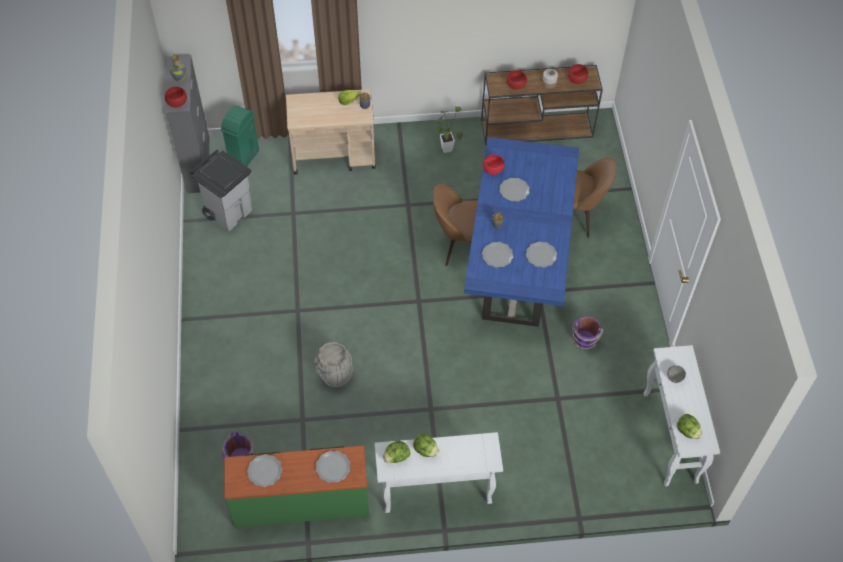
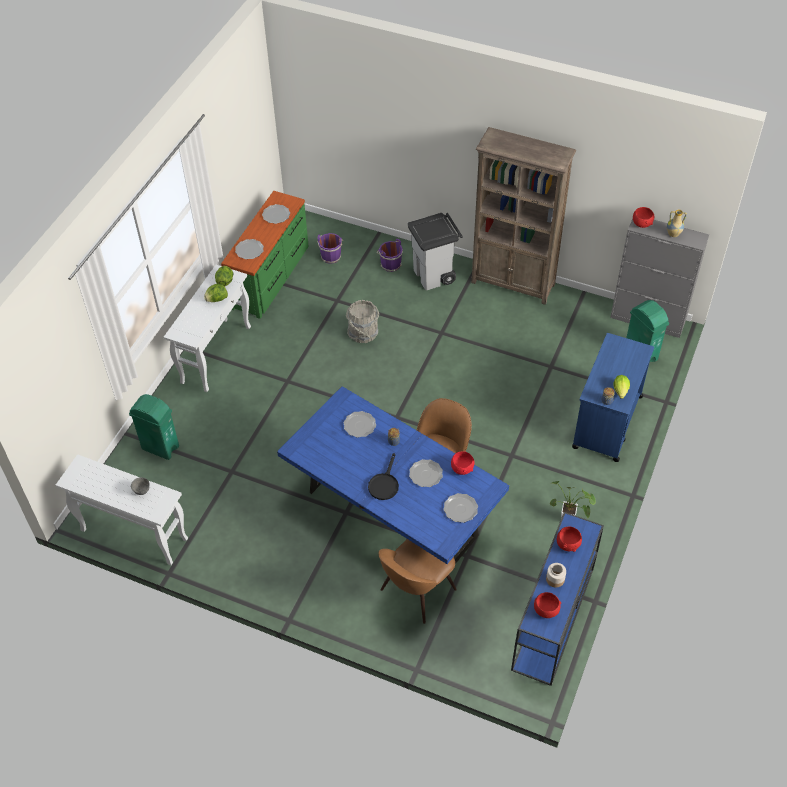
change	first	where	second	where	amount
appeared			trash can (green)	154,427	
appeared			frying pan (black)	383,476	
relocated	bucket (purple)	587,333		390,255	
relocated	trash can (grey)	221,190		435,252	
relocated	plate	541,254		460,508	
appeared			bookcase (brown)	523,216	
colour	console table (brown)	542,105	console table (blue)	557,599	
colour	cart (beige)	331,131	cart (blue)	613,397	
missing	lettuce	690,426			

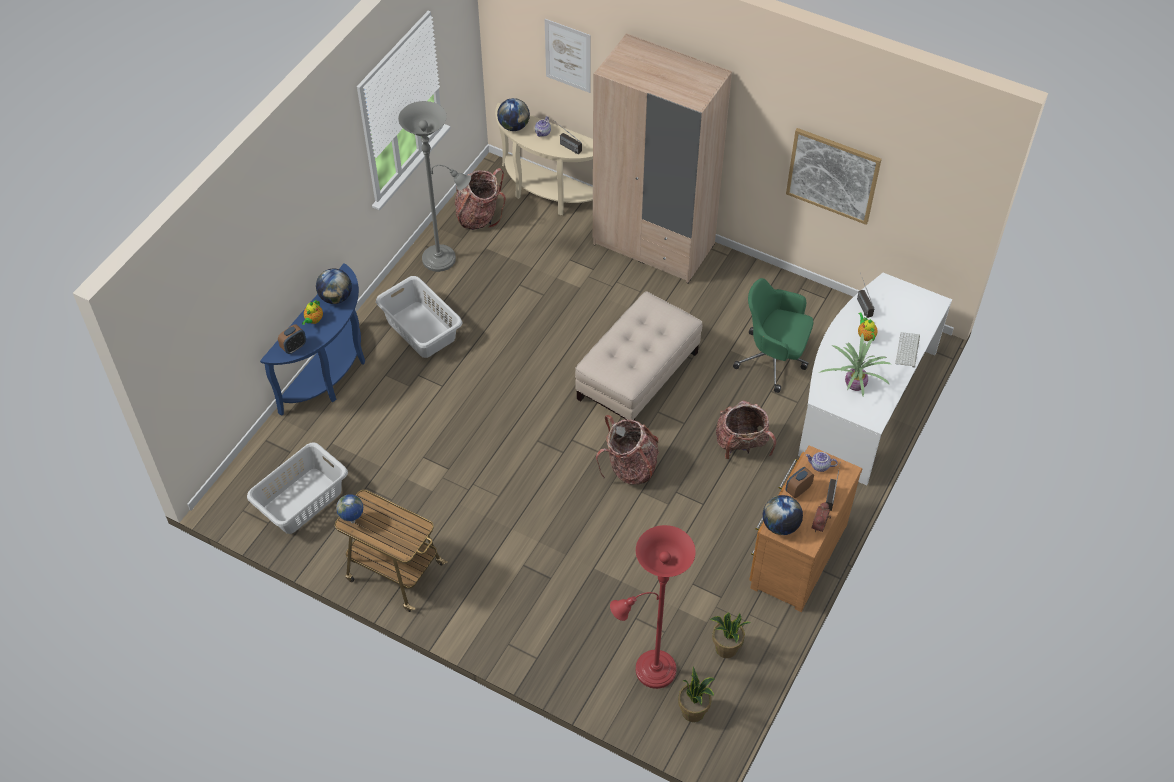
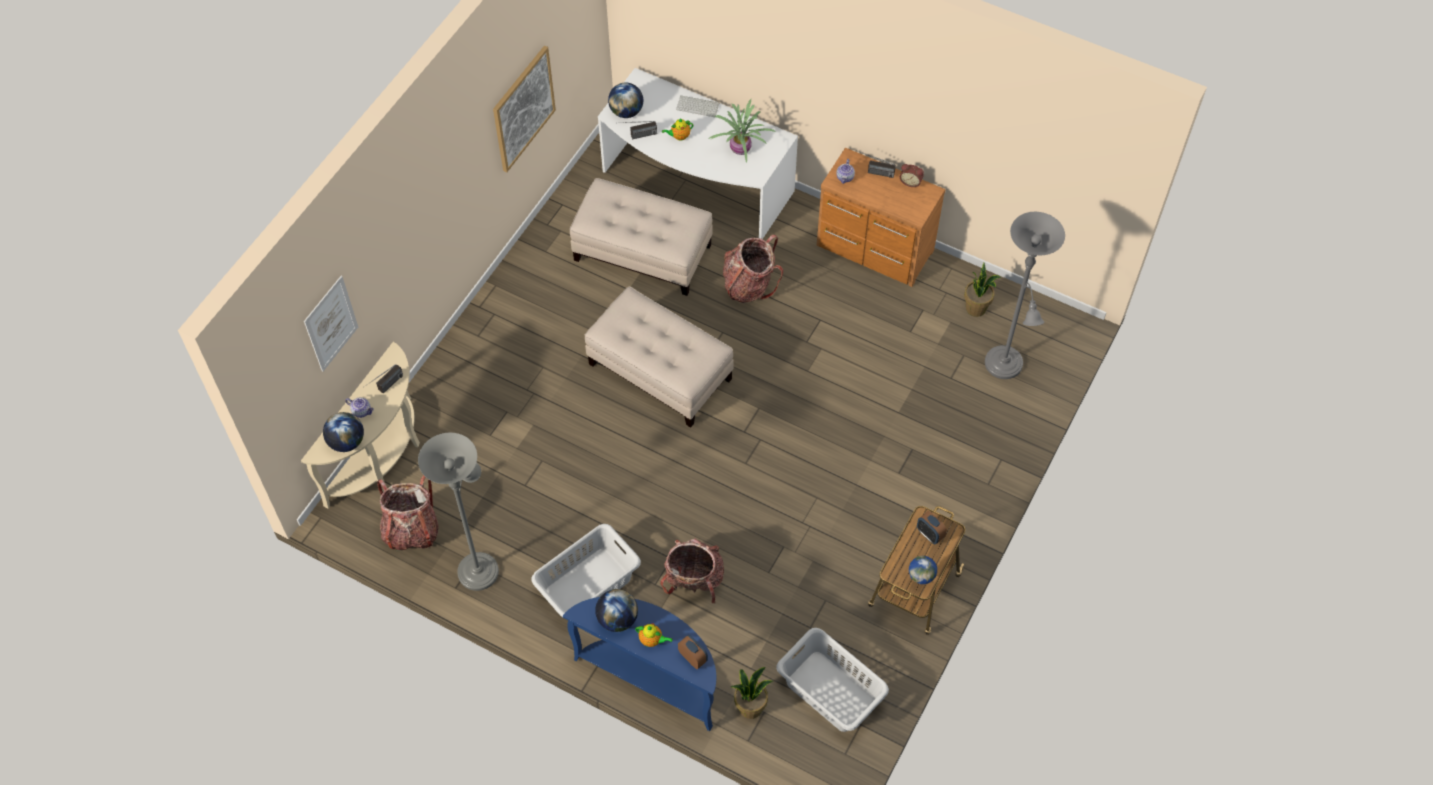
change	first	where	second	where	amount
exchanged	office chair (green)	773,335	ottoman (beige)	641,237	
relocated	globe	783,515		625,100	
relocated	backpack	627,450		692,571	
relocated	potted plant	696,694		752,693	
relocated	alarm clock	800,482		932,527	
colour	floor lamp (red)	653,607	floor lamp (grey)	1025,295	
missing	wardrobe (beige)	662,158			

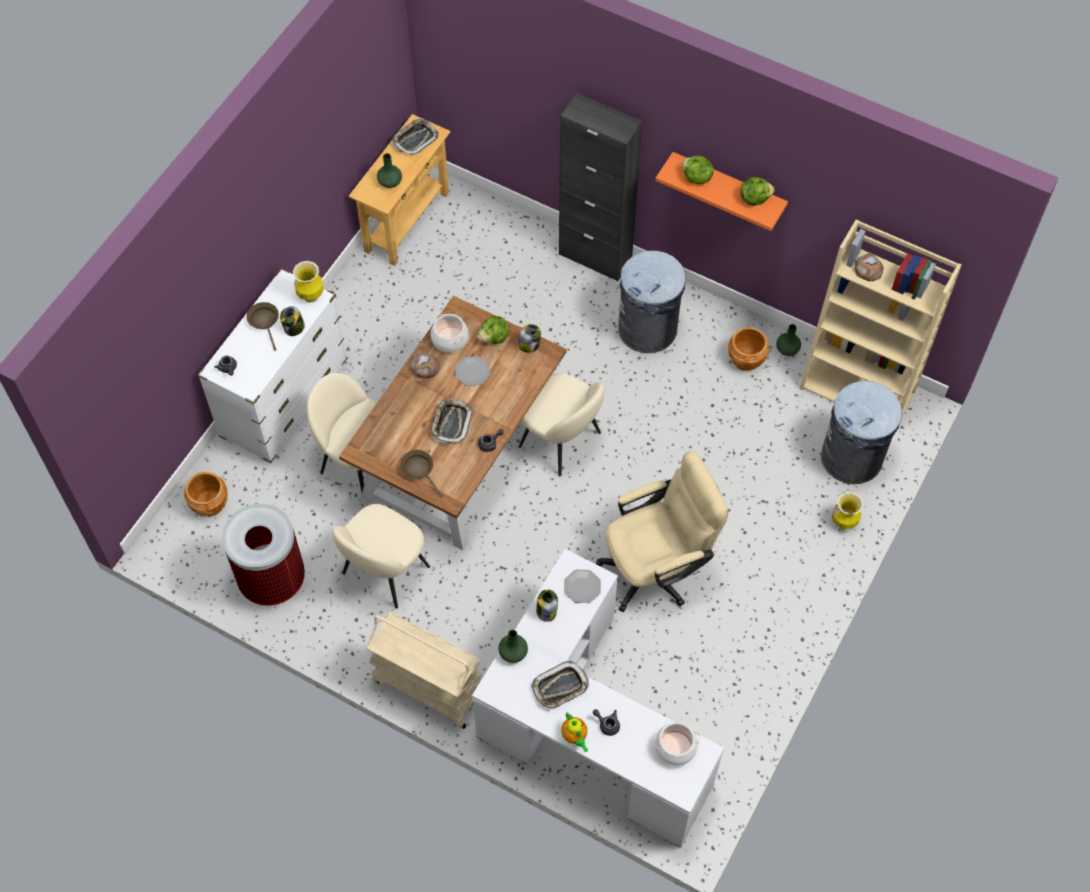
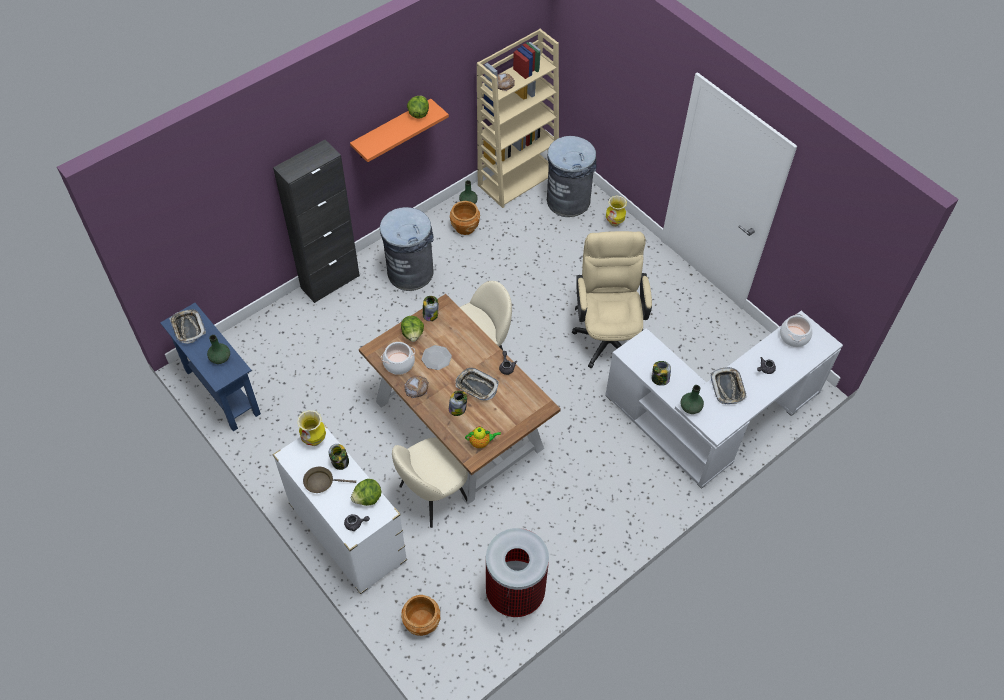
change	first	where	second	where	amount
colour	console table (beige)	399,190	console table (blue)	210,367	
relocated	lettuce	698,170		366,492	
appeared			jar	458,403	
relocated	teapot	574,732		483,437	
missing	chair (beige)	381,556			
missing	cart (beige)	424,670			
missing	frying pan (brown)	421,473			
missing	plate	582,586			

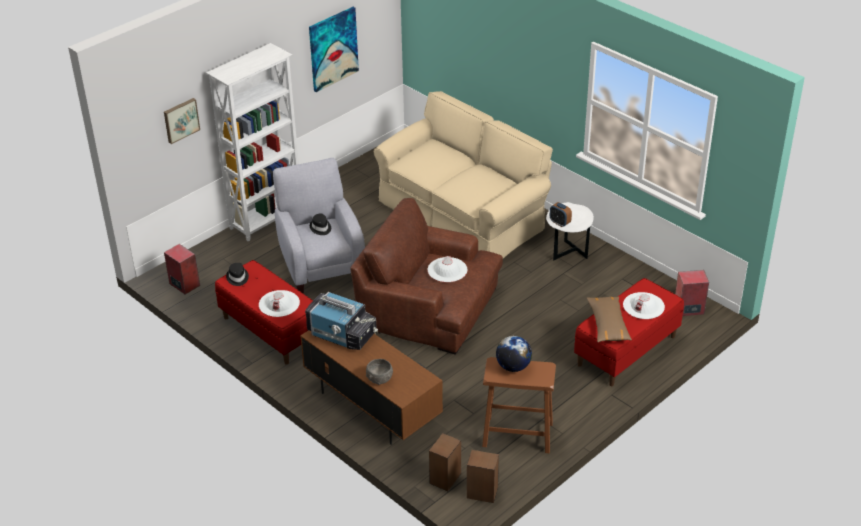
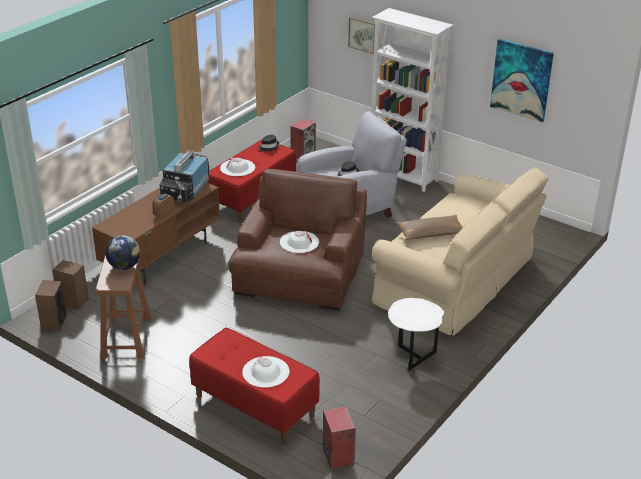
change	first	where	second	where	amount
relocated	alarm clock	561,214		163,205	
relocated	pillow (brown)	609,319		429,227	
missing	bowl (grey)	379,372			

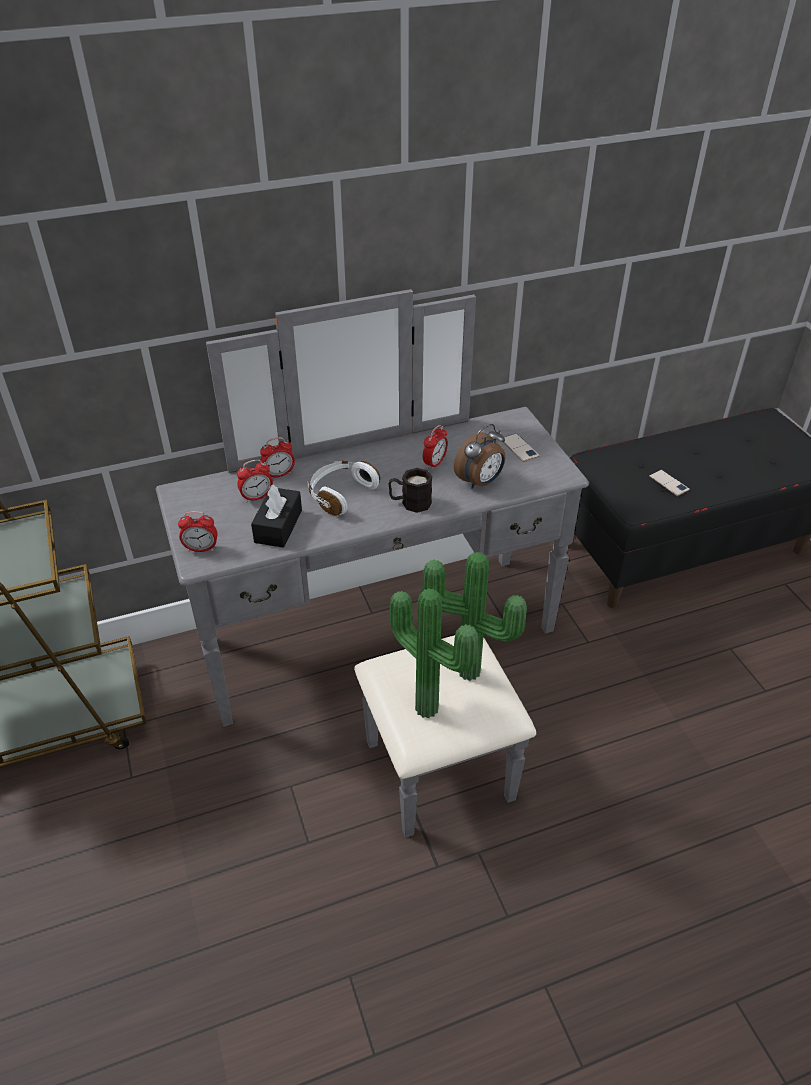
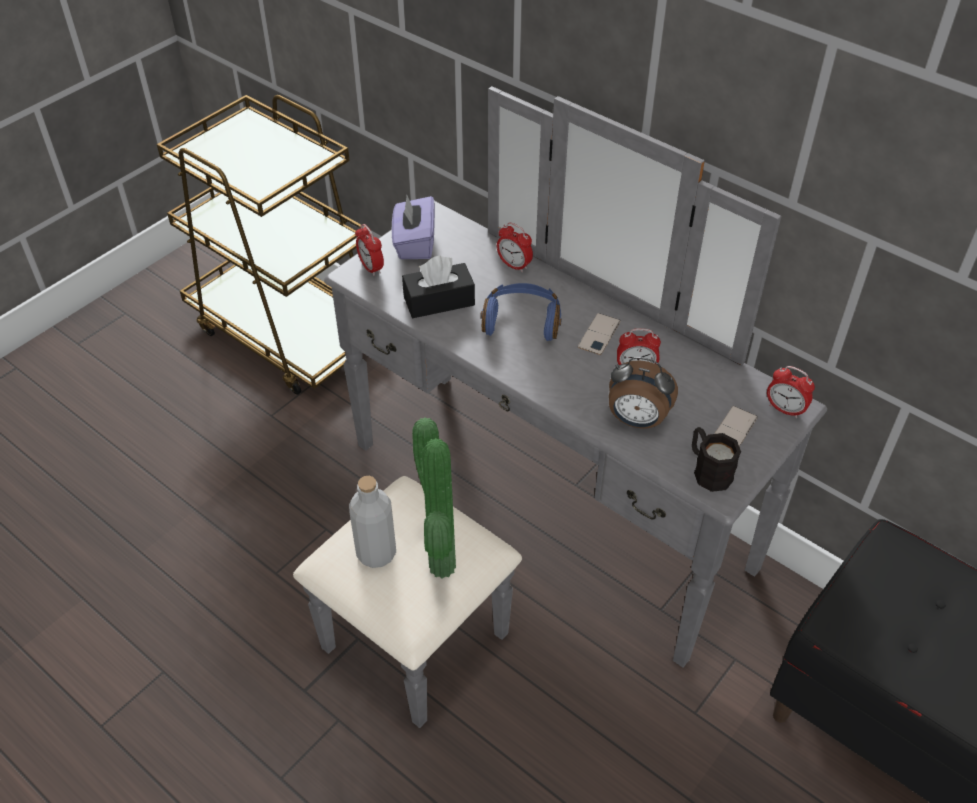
change	first	where	second	where	amount
exchanged	potted plant	434,653	bottle (grey)	372,522	
appeared			tissue box (purple)	413,227	
colour	headphones (white)	343,488	headphones (blue)	521,312	
relocated	phone	669,483		599,334	
relocated	mug (black)	410,490		716,459	
relocated	alarm clock	255,480		791,392	

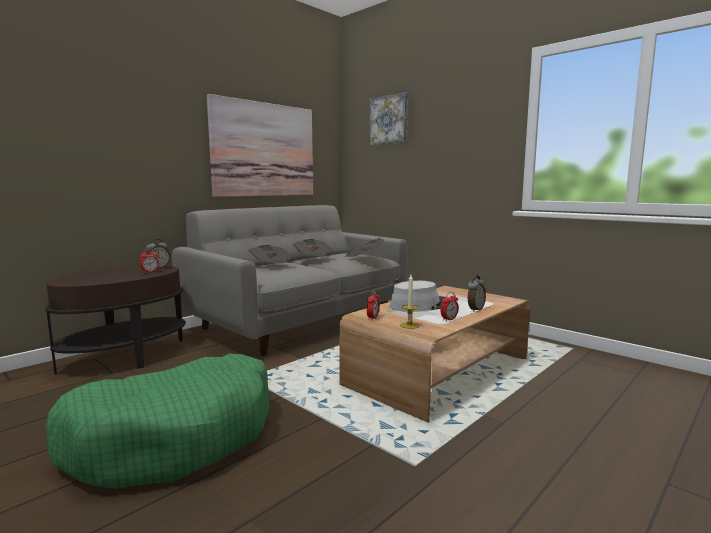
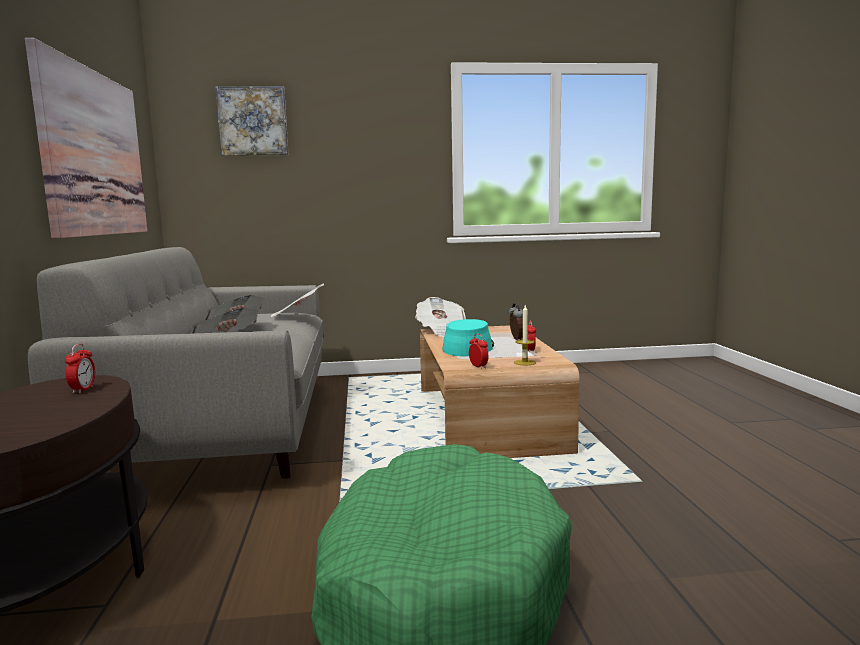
change	first	where	second	where	amount
appeared			newspaper	440,317	
colour	hat (grey)	417,296	hat (turquoise)	468,337	
missing	alarm clock	158,253			

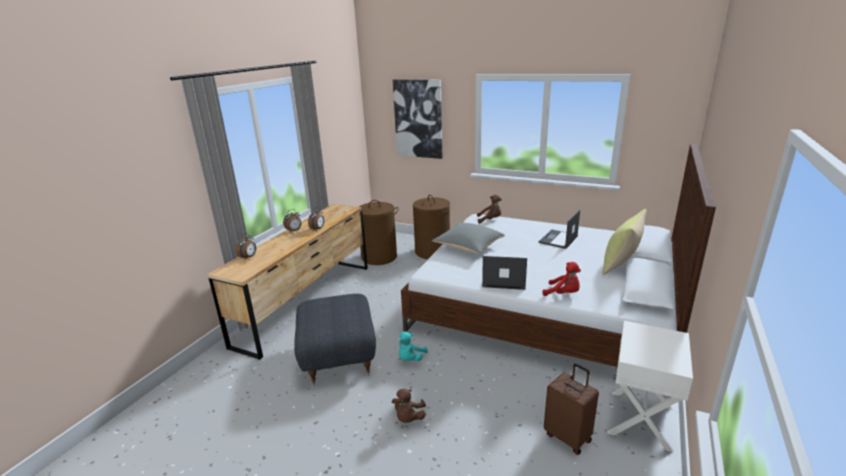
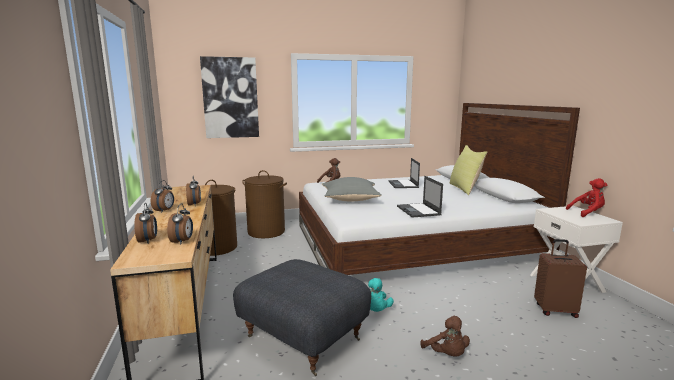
change	first	where	second	where	amount
appeared			alarm clock	180,224	
spun	laptop	504,273		420,197	75 degrees counterclockwise
relocated	plush toy (red)	562,279		586,197	

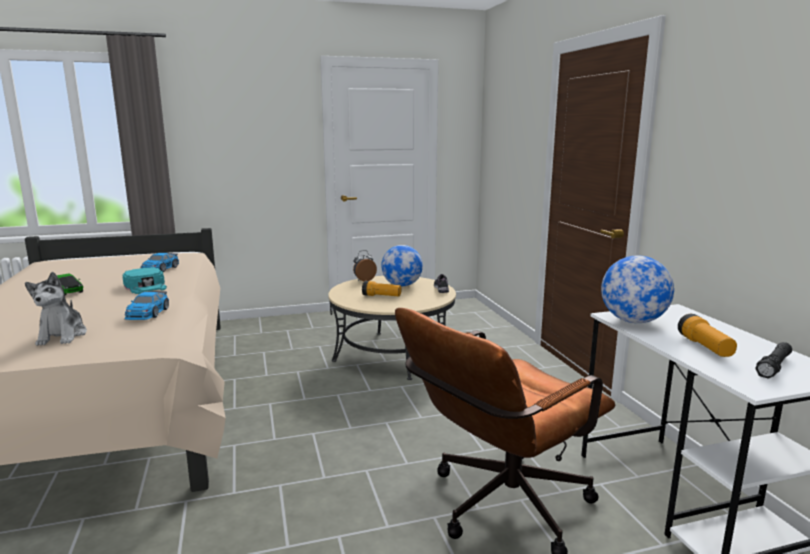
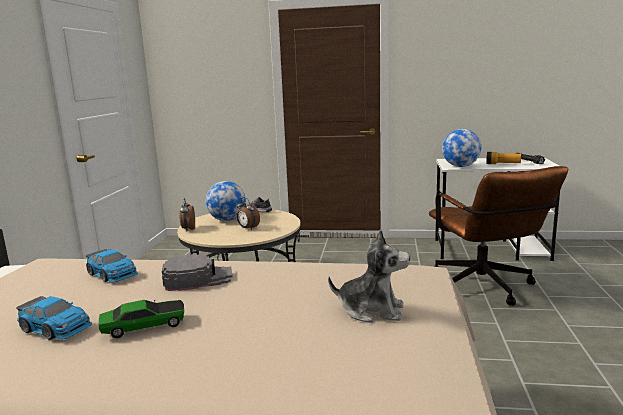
change	first	where	second	where	amount
relocated	toy car	146,305		54,318	
colour	cap (turquoise)	145,280	cap (grey)	197,272	
exchanged	flashlight	381,288	alarm clock	248,213	

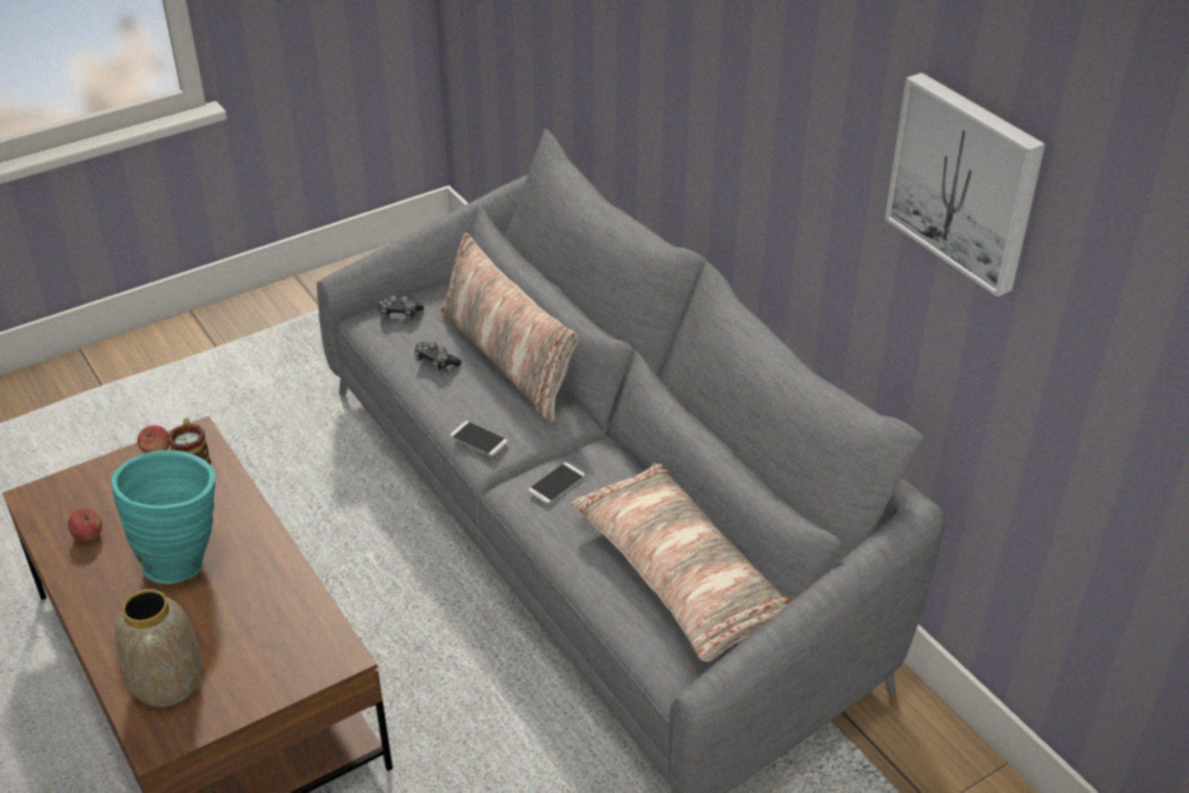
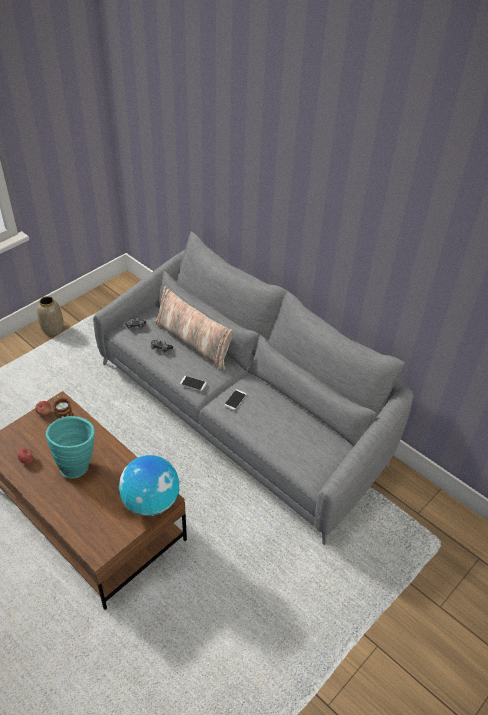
change	first	where	second	where	amount
relocated	vase	158,648		50,315	
appeared			globe	149,485	
missing	pillow	681,562			
missing	picture	965,185			

